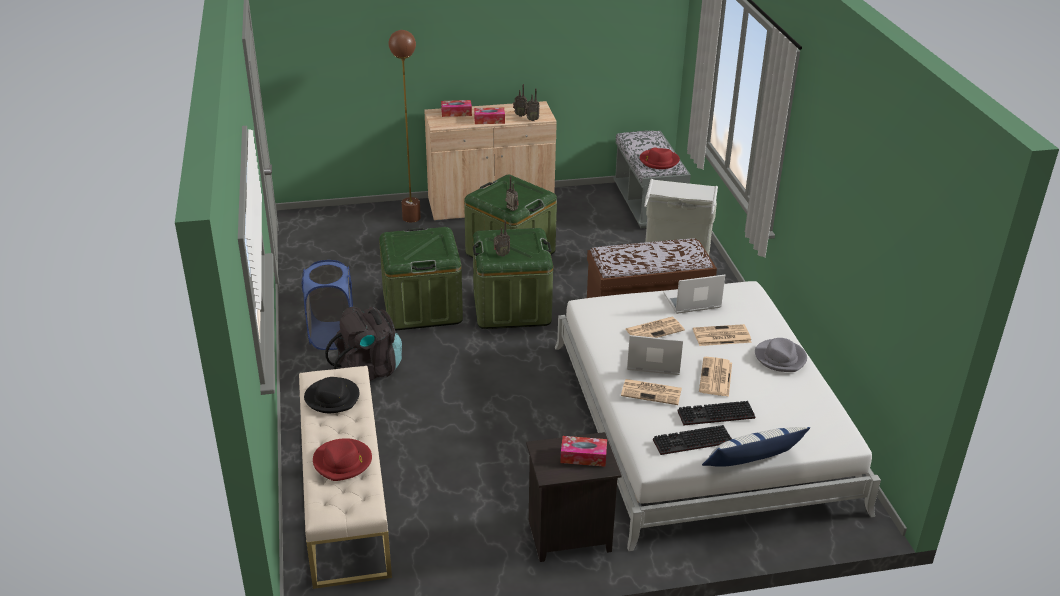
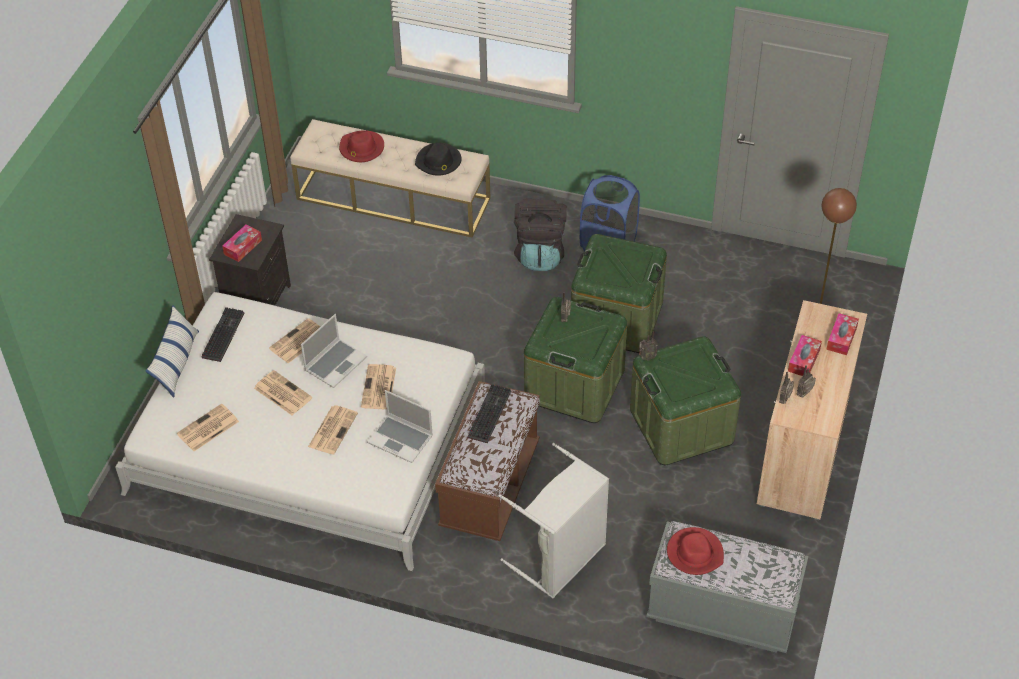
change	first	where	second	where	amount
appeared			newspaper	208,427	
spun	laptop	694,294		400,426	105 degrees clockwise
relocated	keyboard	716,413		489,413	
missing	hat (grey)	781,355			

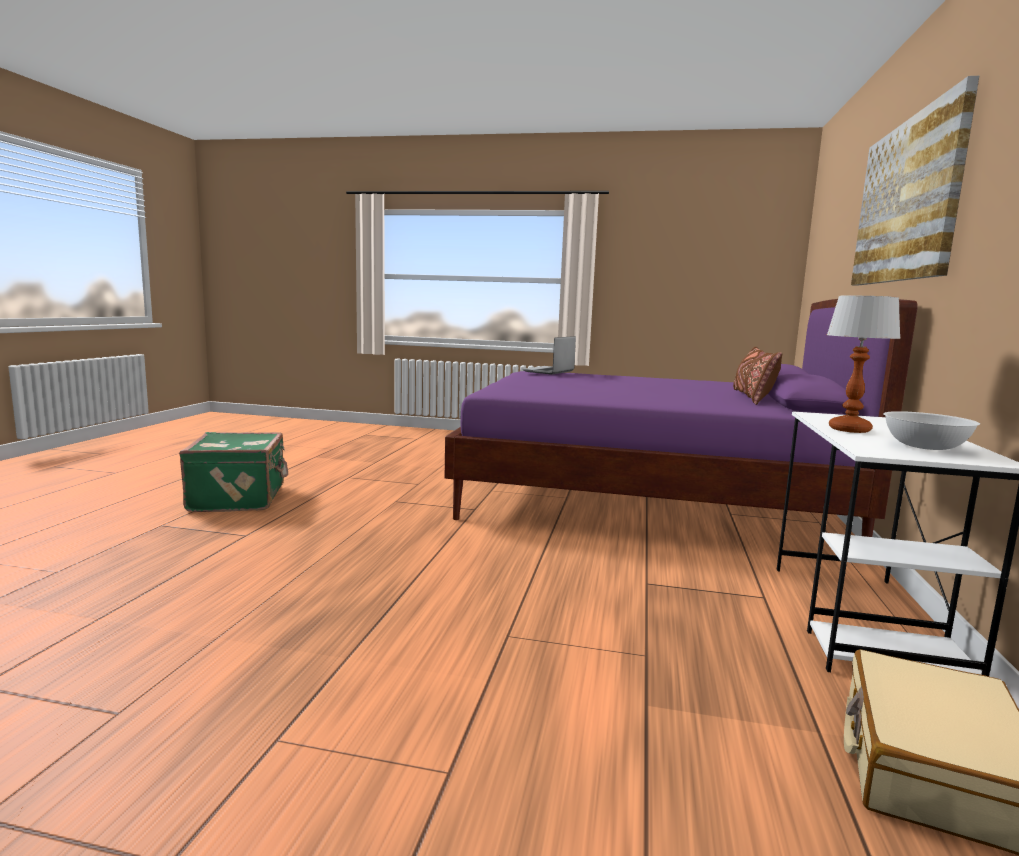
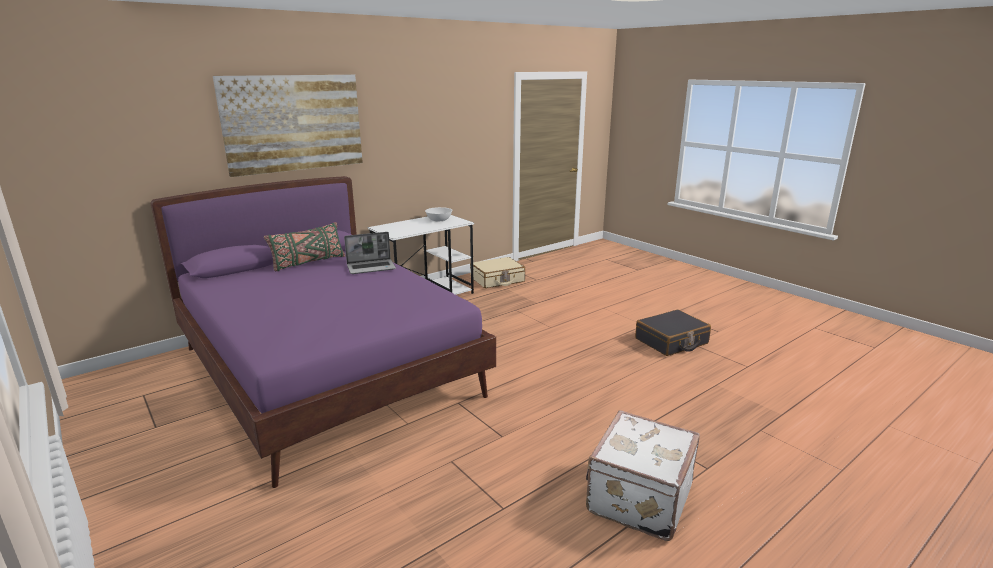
change	first	where	second	where	amount
colour	pillow (brown)	757,376	pillow (green)	304,246	
relocated	laptop	549,355		370,253	
colour	suitcase (green)	233,472	suitcase (white)	643,475	
appeared			suitcase (black)	673,333	
missing	table lamp	864,364			

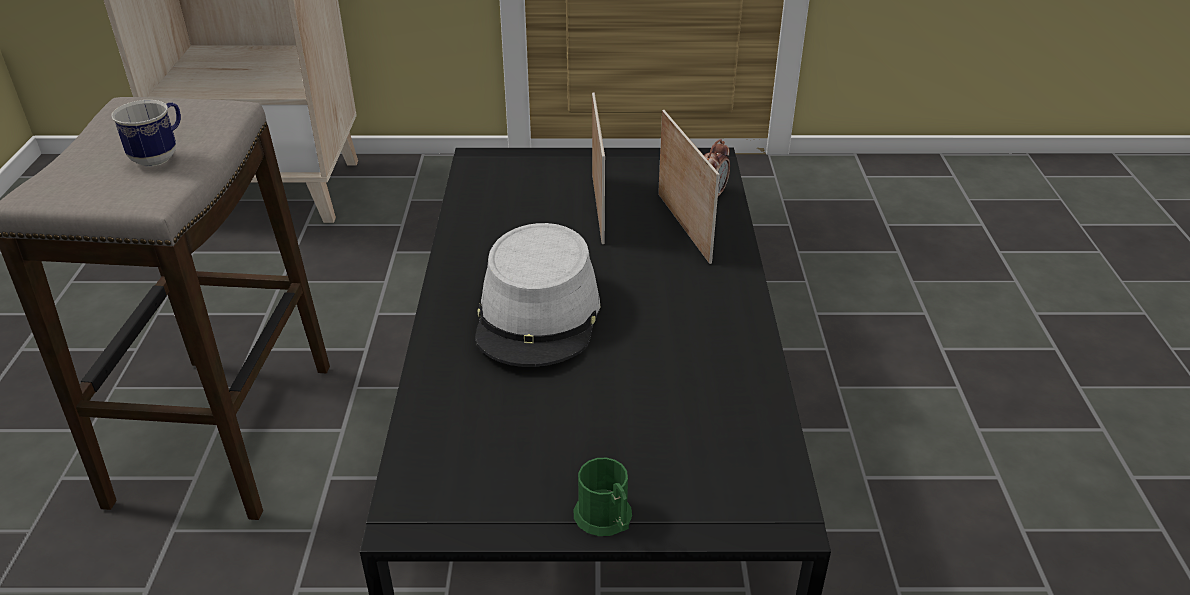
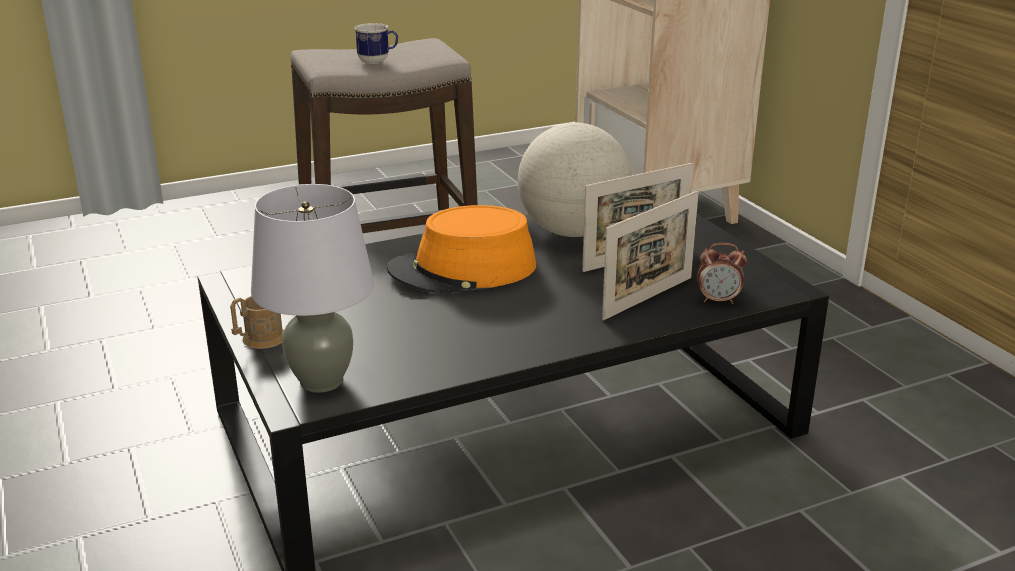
change	first	where	second	where	amount
colour	mug (green)	602,497	mug (brown)	257,322	
appeared			table lamp (grey)	312,288	
colour	hat (grey)	538,295	hat (orange)	461,249	
appeared			globe	575,180	

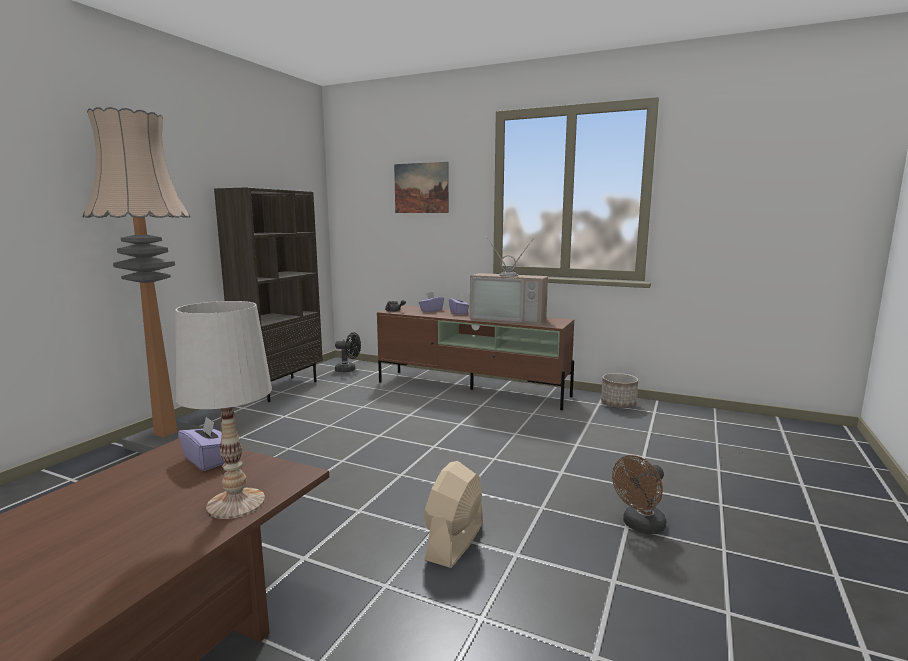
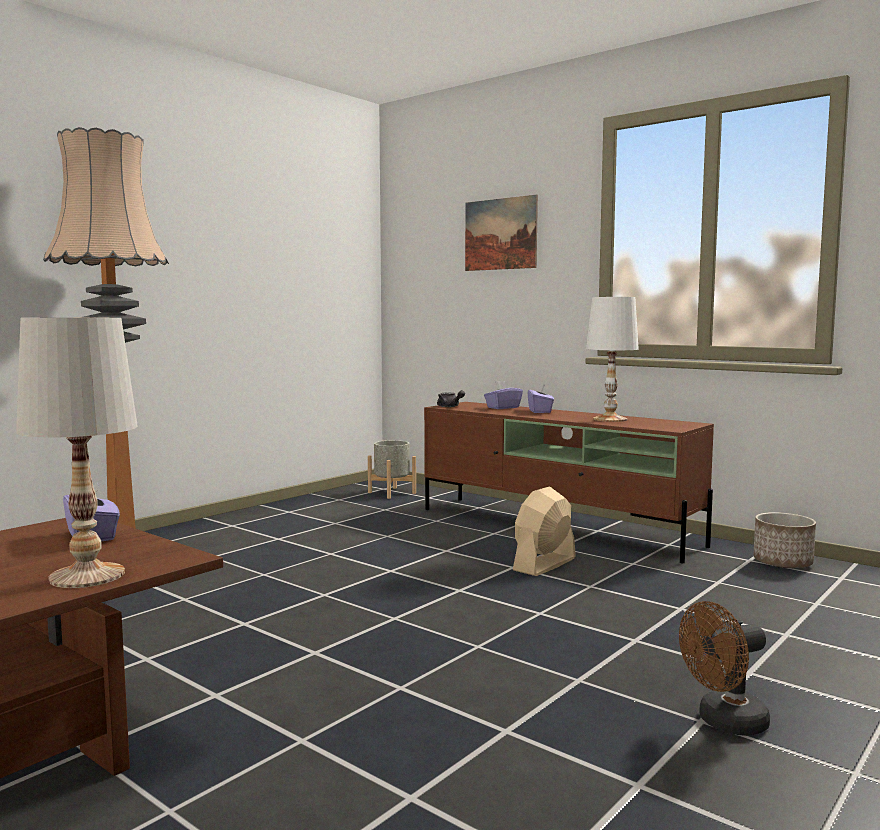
change	first	where	second	where	amount
exchanged	fan (black)	348,352	planter (grey)	392,469	
relocated	fan (beige)	453,514		544,531	
exchanged	television	509,281	table lamp (white)	612,359	
missing	bookcase (brown)	268,294			

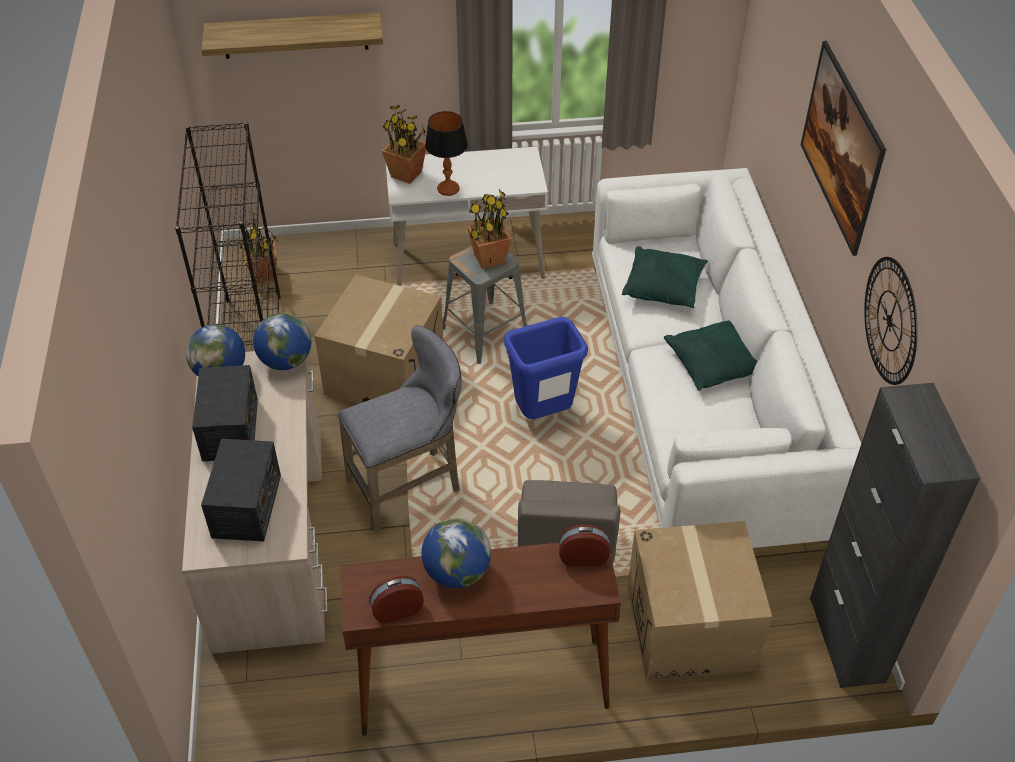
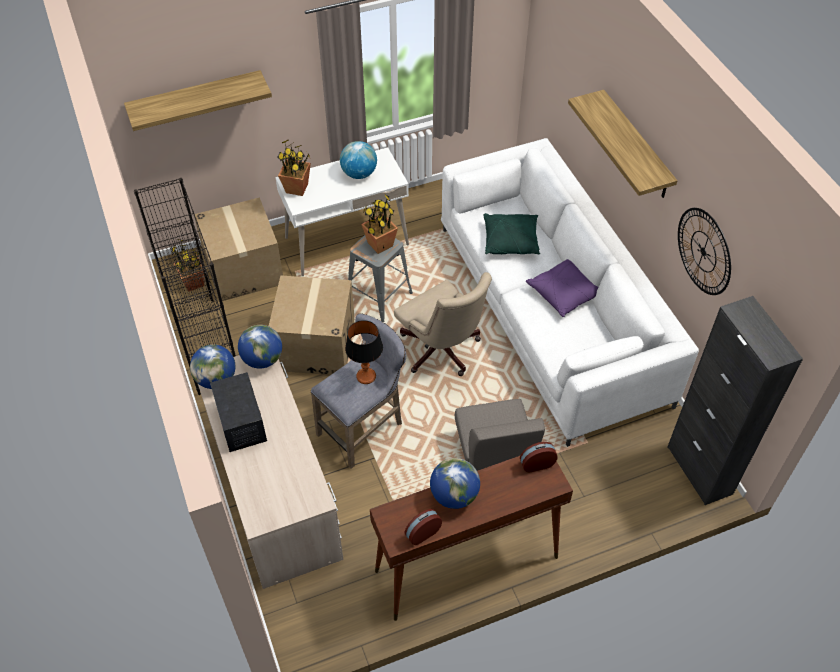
change	first	where	second	where	amount
relocated	cardboard box	700,601		238,249	
appeared			globe	358,160	
relocated	table lamp	446,153		364,352	
exchanged	trash can (blue)	546,368	office chair (beige)	443,324	
colour	pillow (green)	710,355	pillow (purple)	562,288	
exchanged	picture	843,148	shelf	623,144	
missing	radio	241,490			

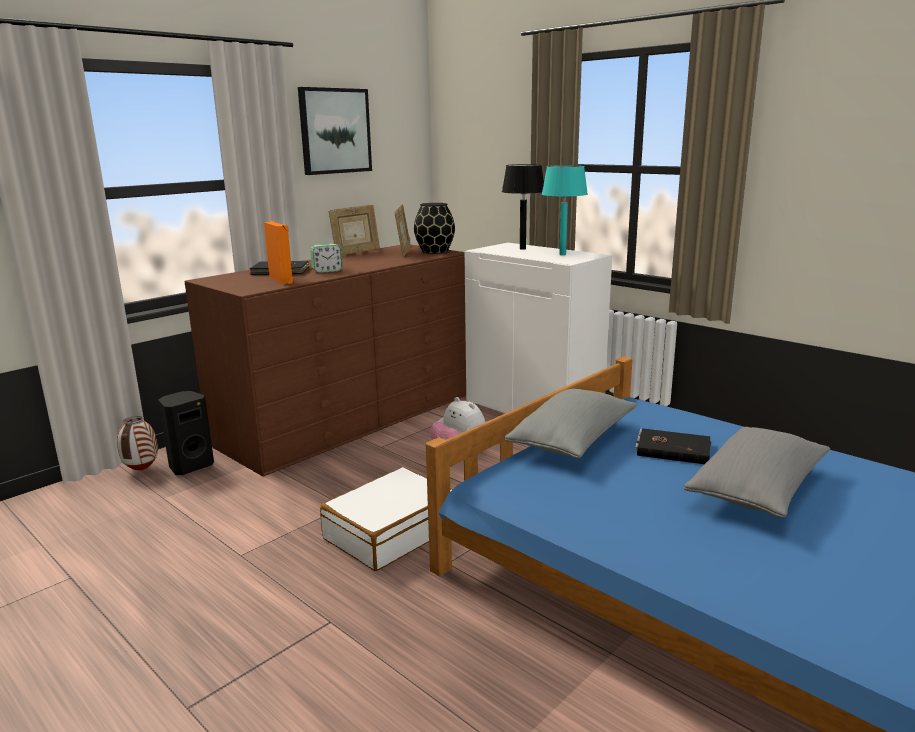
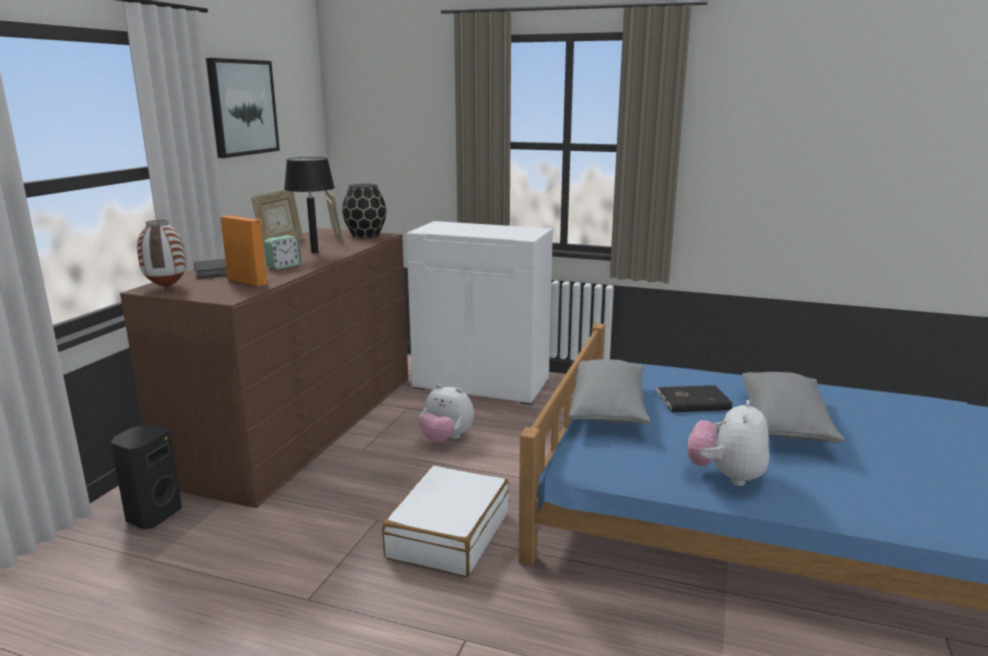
change	first	where	second	where	amount
relocated	vase	137,443		161,254	
relocated	table lamp (black)	523,207		309,205	
appeared			plush toy	728,443	
missing	table lamp (turquoise)	564,210			

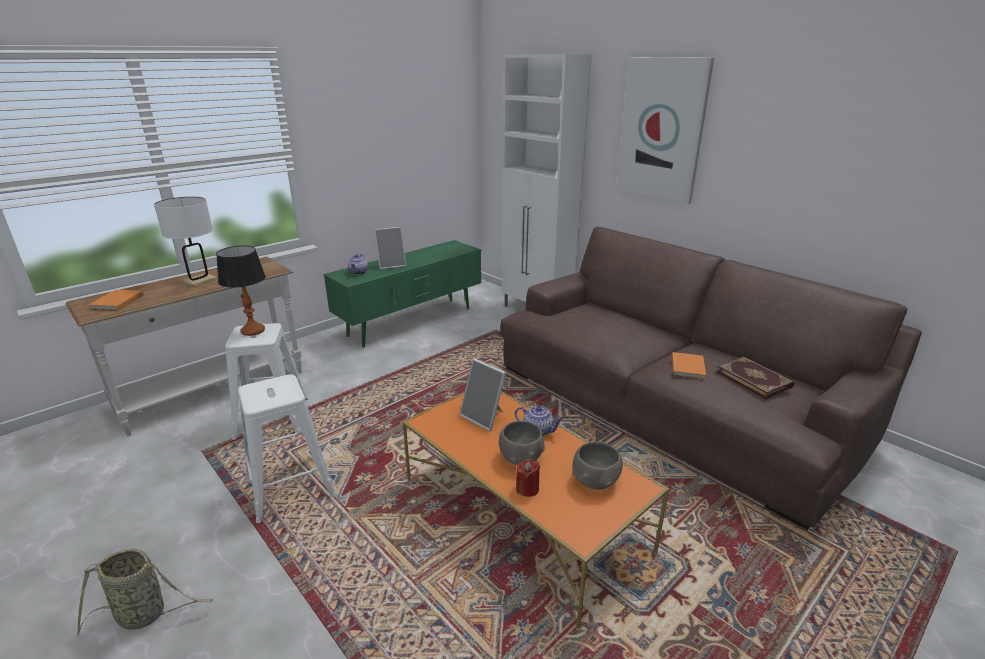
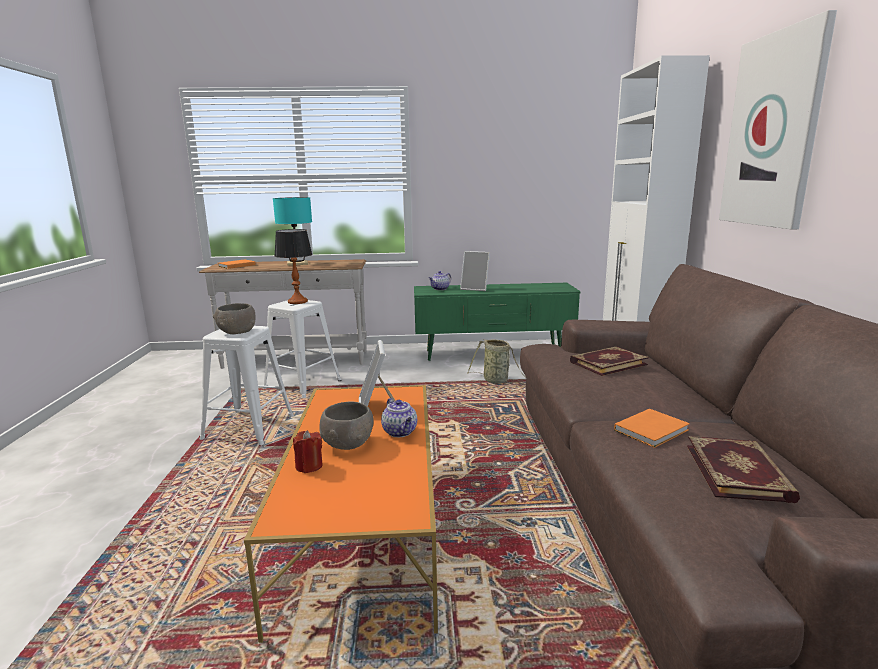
change	first	where	second	where	amount
relocated	bowl (grey)	597,466		234,318	
colour	table lamp (white)	185,242	table lamp (turquoise)	292,231	
relocated	basket	145,592		496,361	
appeared			book	609,361	

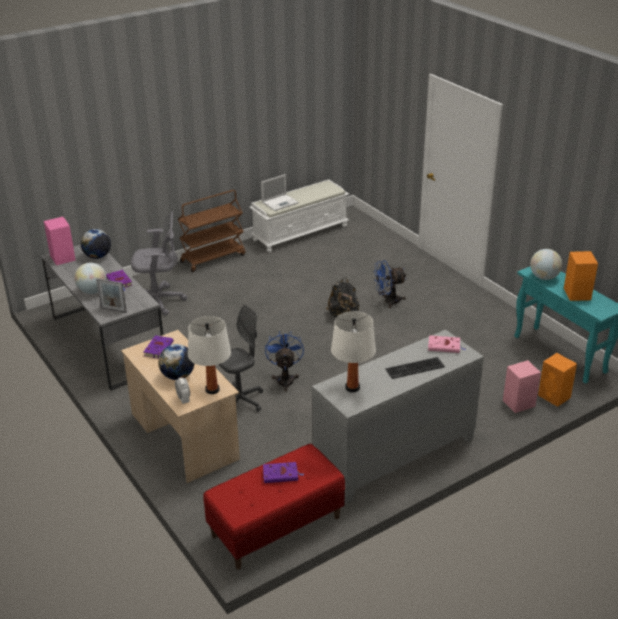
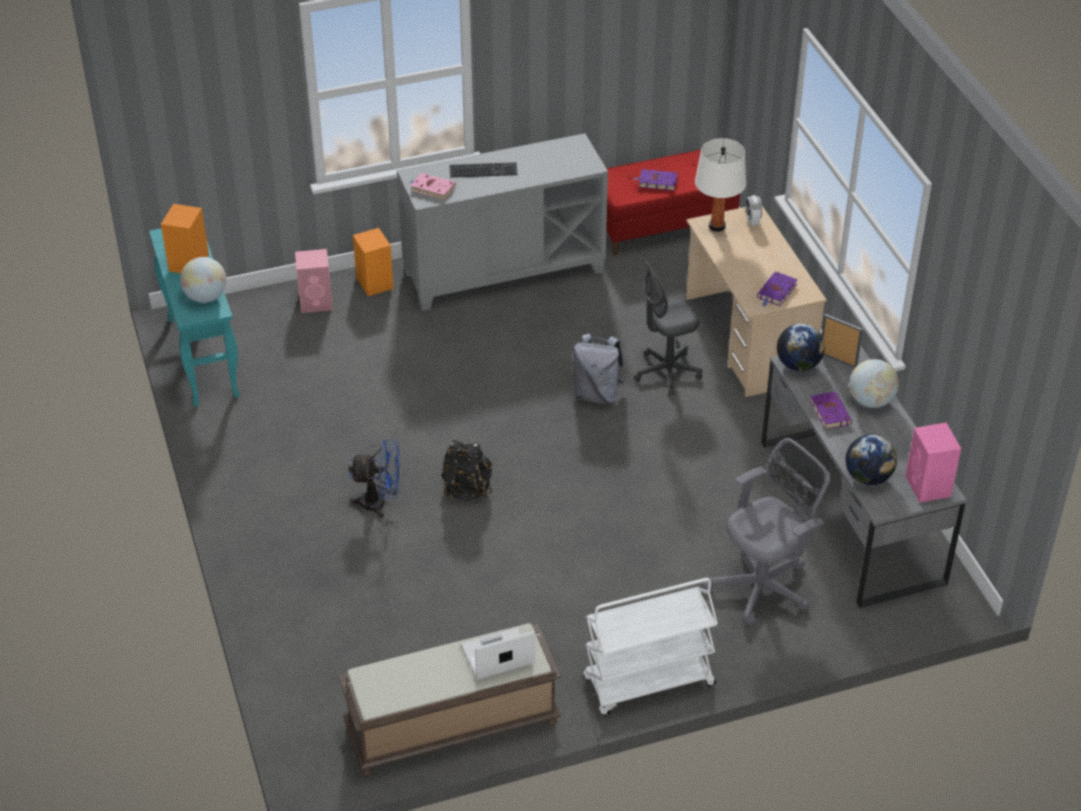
change	first	where	second	where	amount
colour	bench (white)	299,215	bench (brown)	449,699	
relocated	speaker (orange)	557,380		373,262	
exchanged	fan (blue)	284,361	backpack (grey)	598,369	
colour	cart (brown)	212,231	cart (white)	651,647	
spun	office chair (grey)	159,263		765,531	135 degrees clockwise
relocated	globe	176,362		801,347	
missing	table lamp (white)	353,351			

